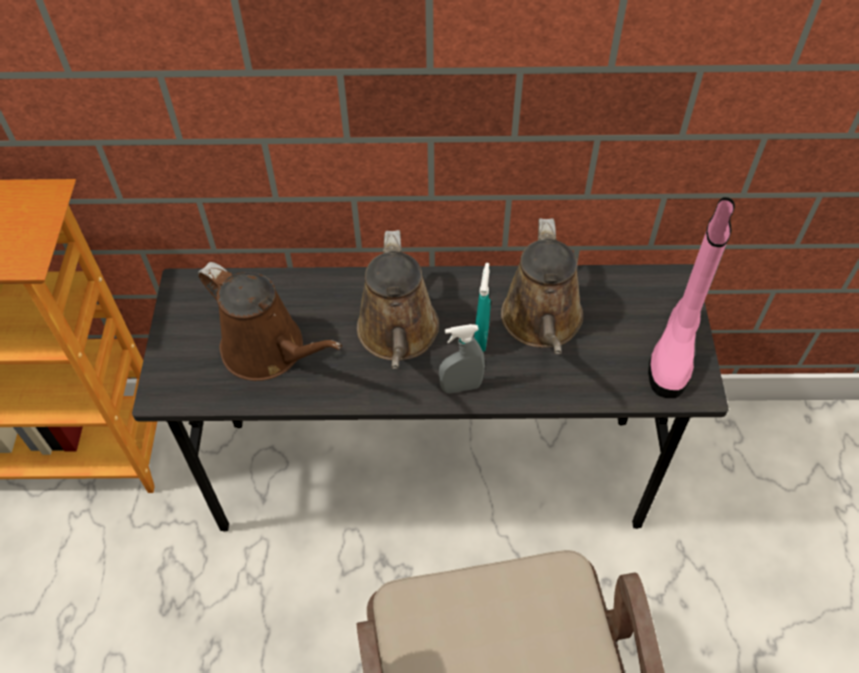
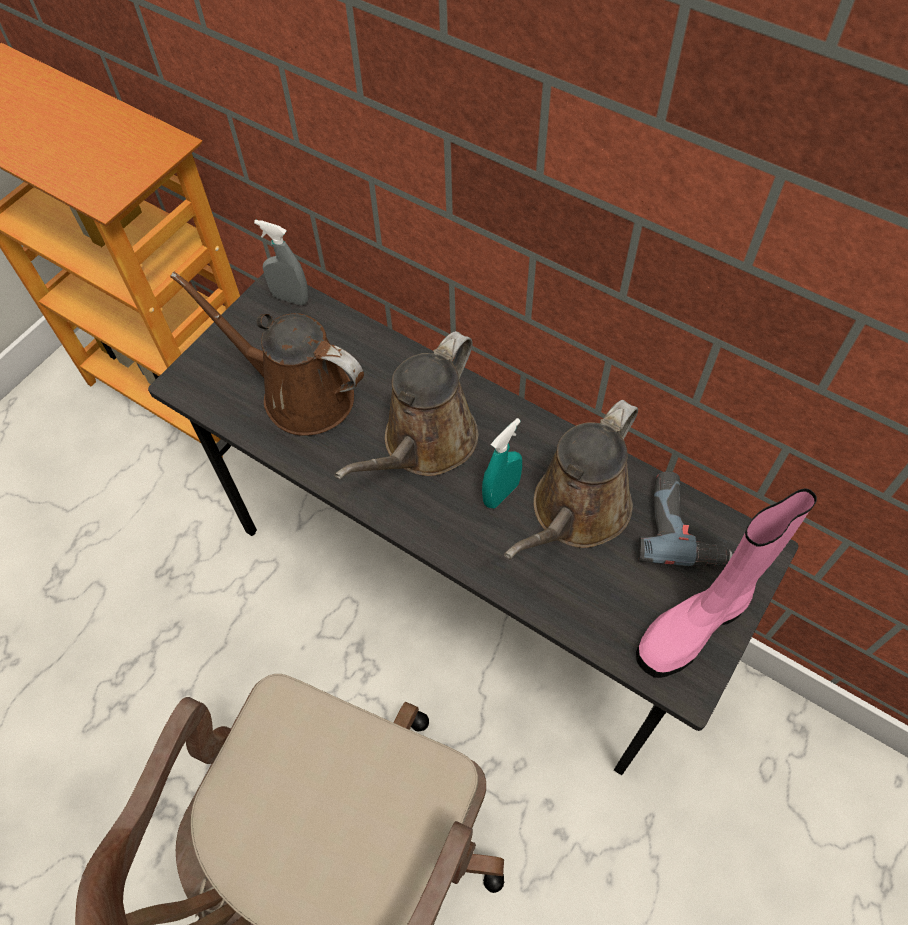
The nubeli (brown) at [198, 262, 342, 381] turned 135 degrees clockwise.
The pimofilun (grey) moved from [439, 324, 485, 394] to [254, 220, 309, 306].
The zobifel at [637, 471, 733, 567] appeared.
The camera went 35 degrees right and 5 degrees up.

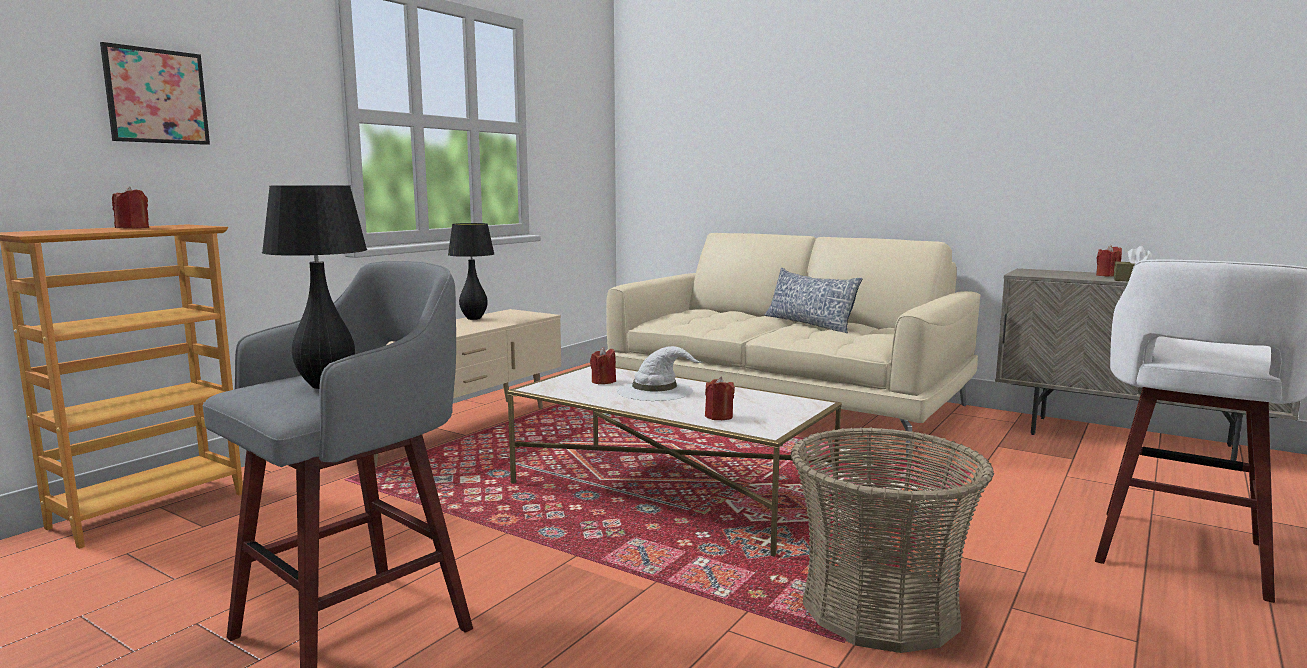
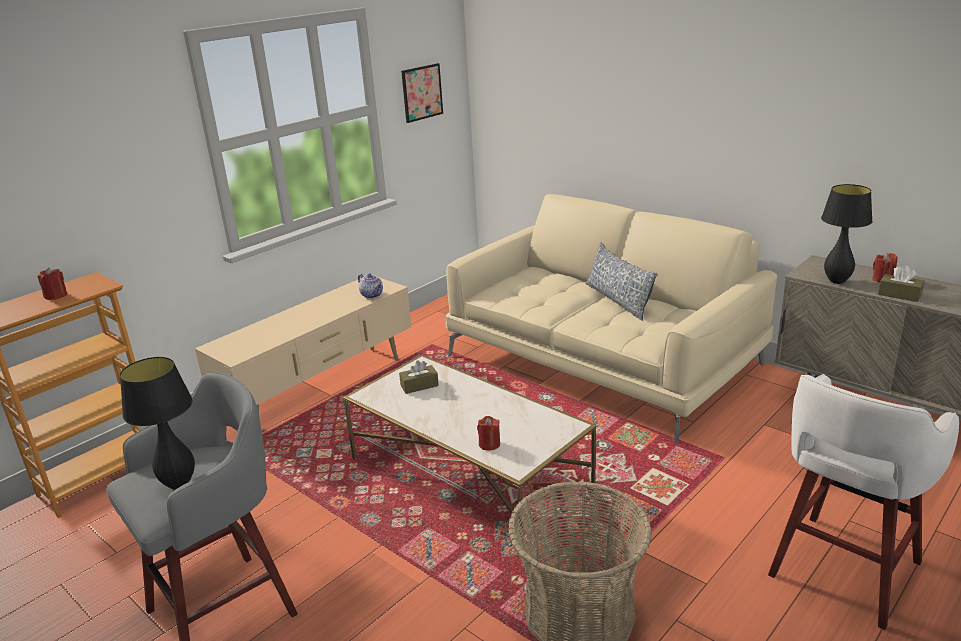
The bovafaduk moved from [100, 42, 210, 145] to [401, 63, 443, 123].
The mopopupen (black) moved from [448, 223, 494, 320] to [821, 184, 873, 284].
The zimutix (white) at [616, 346, 703, 401] disappeared.
The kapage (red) at [590, 347, 616, 384] was replaced by the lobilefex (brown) at [399, 360, 439, 394].
The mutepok at [358, 274, 383, 299] appeared.
The camera went 10 degrees right and 15 degrees up.

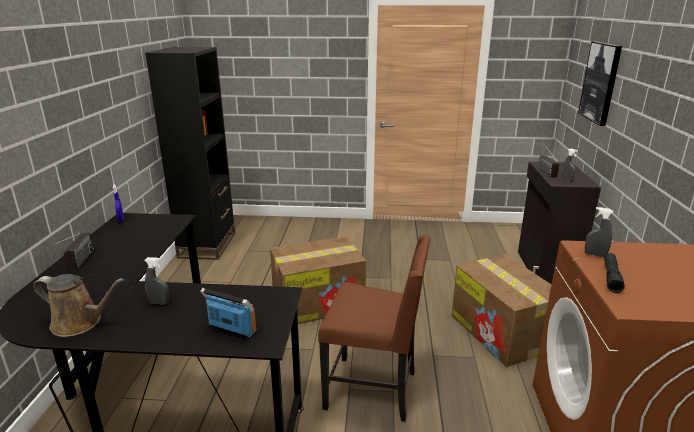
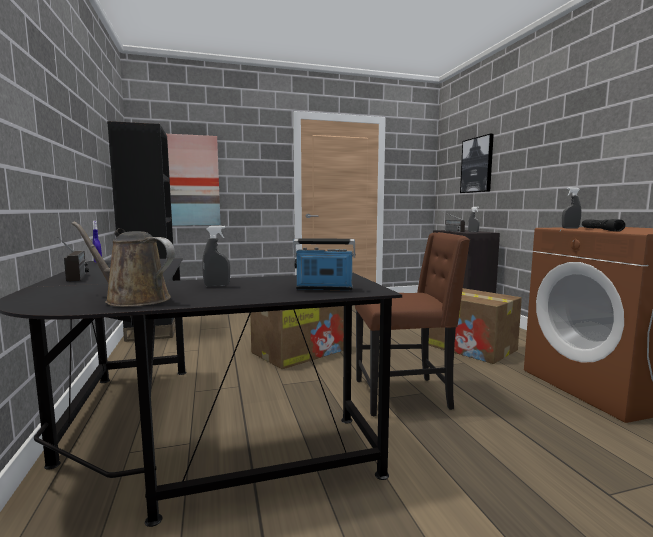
The nubeli (brown) at [33, 274, 124, 337] turned 150 degrees counterclockwise.
The bovafaduk at [166, 134, 221, 226] appeared.
The camera went 20 degrees left and 15 degrees down.

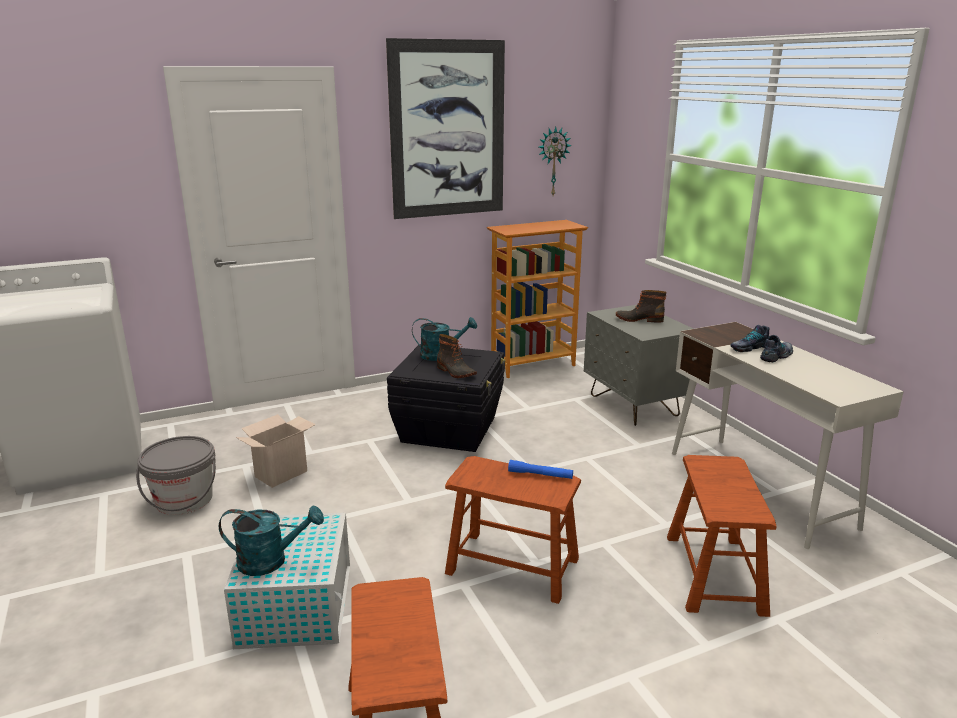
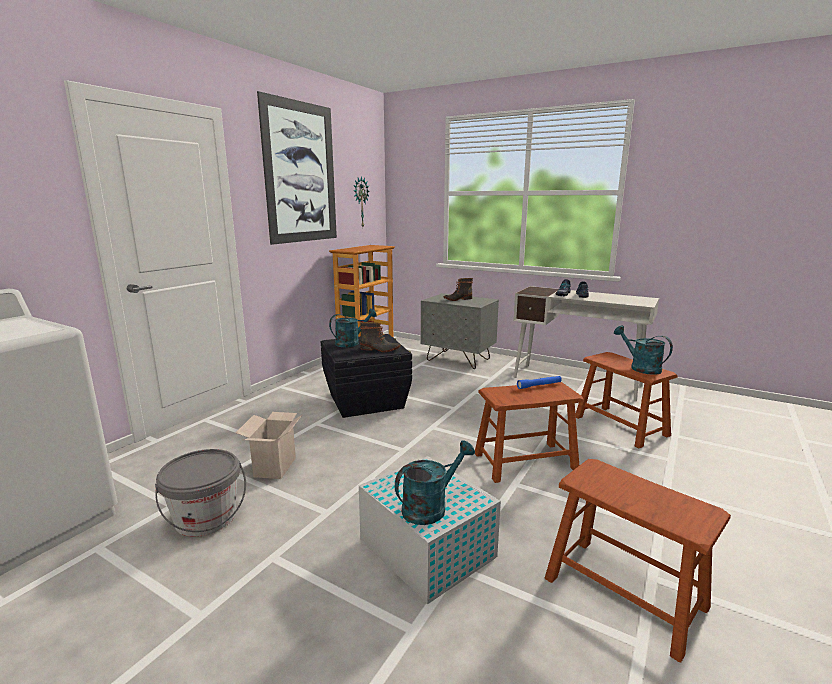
The nubeli (turquoise) at [614, 325, 673, 375] appeared.
The camera went 35 degrees left and 5 degrees down.

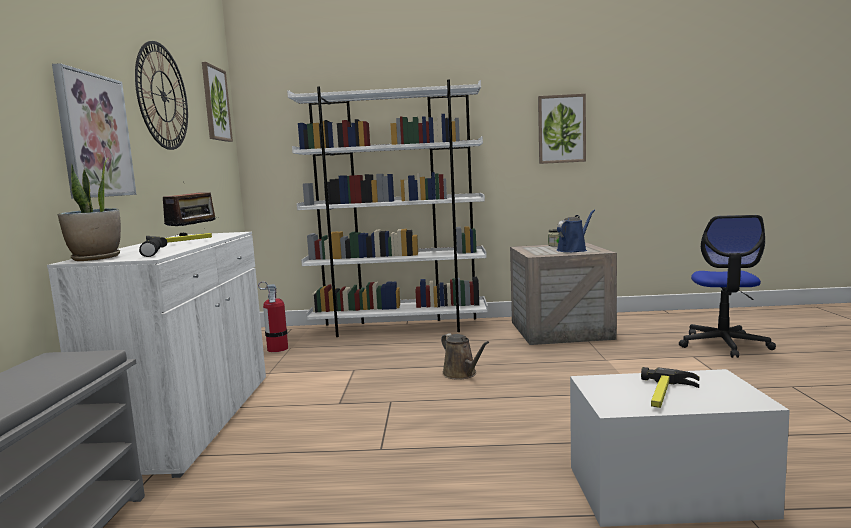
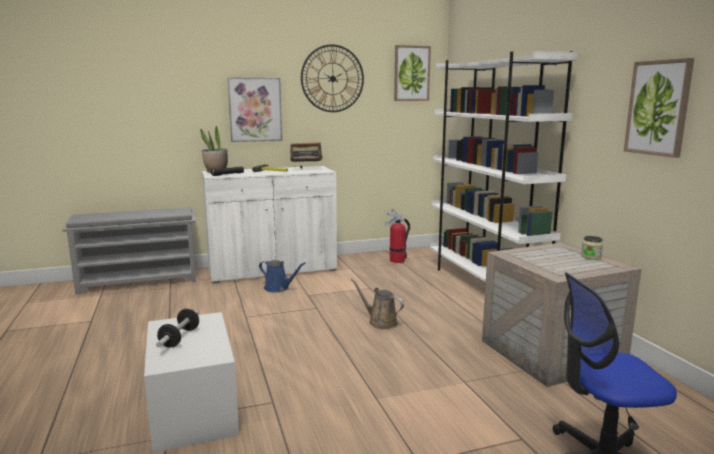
The nubeli (blue) moved from [556, 210, 595, 252] to [259, 260, 306, 293].
The nubeli (brown) at [441, 333, 489, 380] turned 90 degrees clockwise.
The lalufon at [641, 367, 699, 408] was replaced by the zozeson at [156, 309, 199, 347].
The camera went 70 degrees right and 5 degrees up.

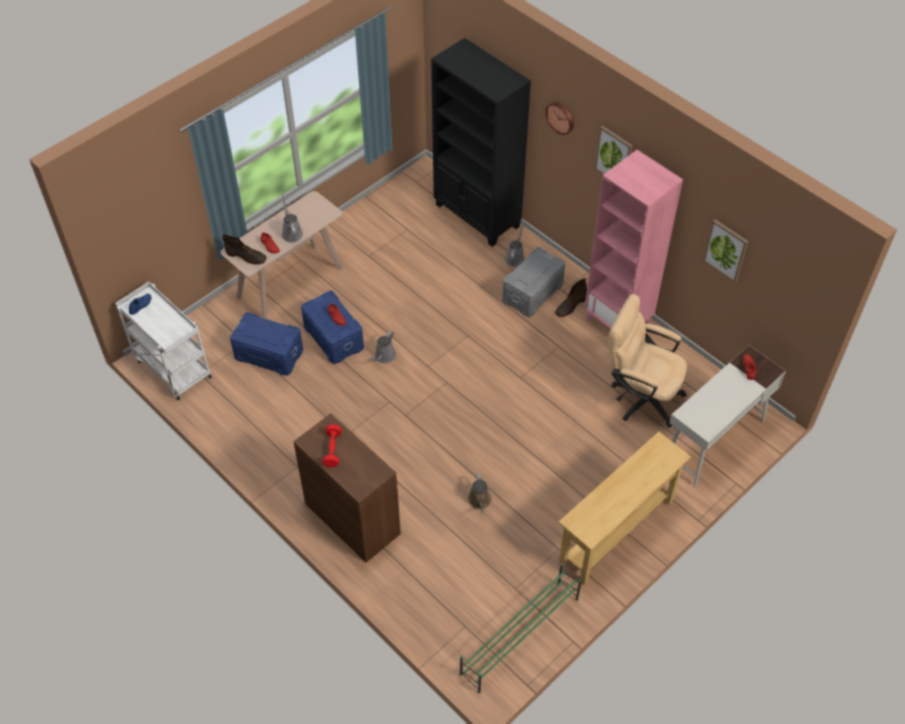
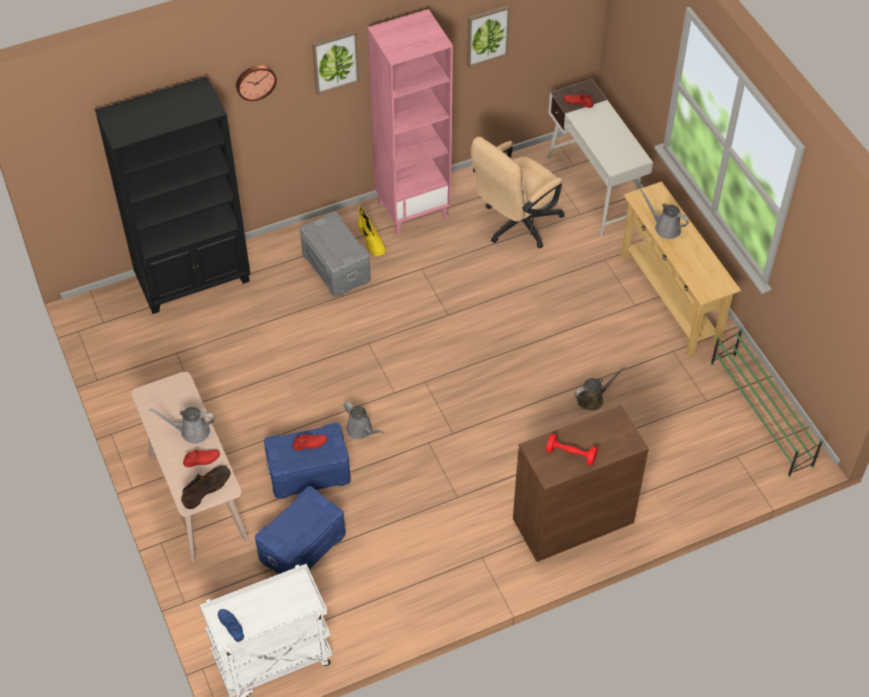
The nubeli (grey) moved from [505, 221, 525, 267] to [640, 190, 689, 239].
The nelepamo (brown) at [555, 278, 587, 317] became the nelepamo (yellow) at [358, 206, 386, 256].
The nubeli (brown) at [468, 473, 491, 514] turned 45 degrees counterclockwise.
The camera went 70 degrees left and 0 degrees up.

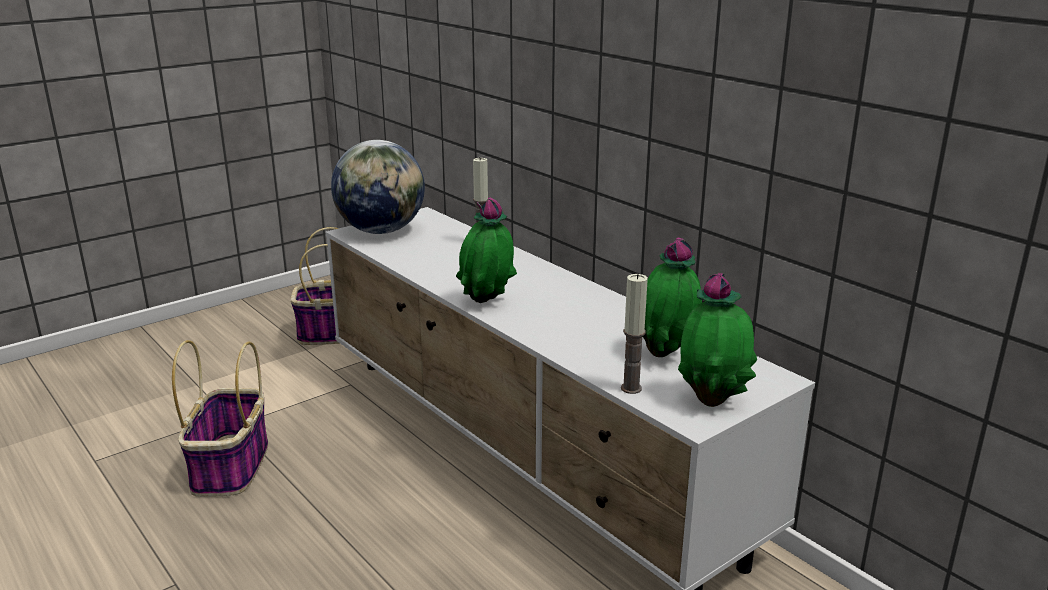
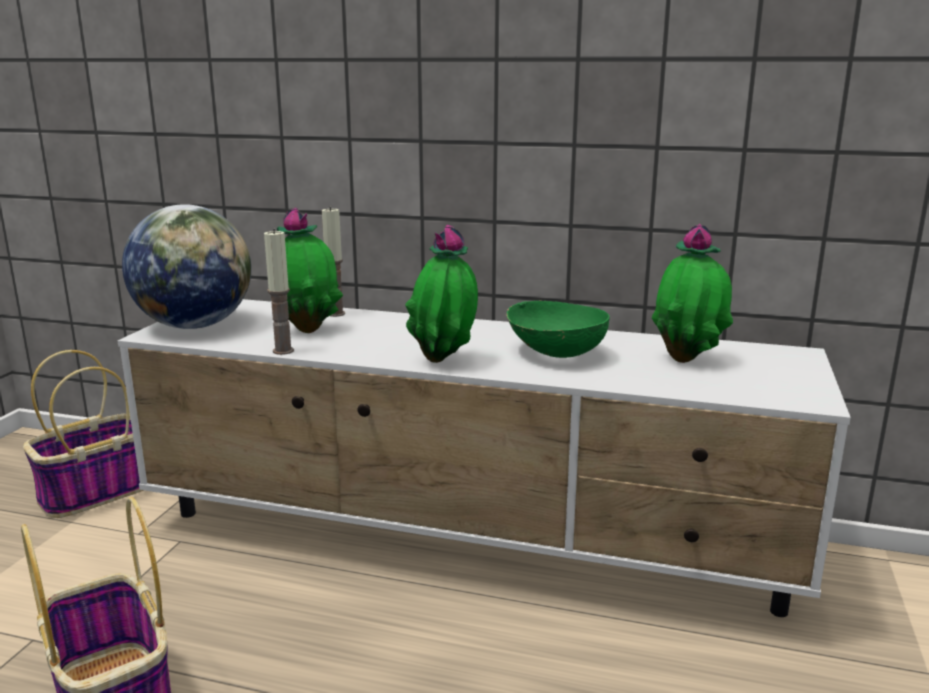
The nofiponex moved from [678, 273, 757, 407] to [277, 207, 343, 333].
The kapage moved from [621, 274, 648, 394] to [264, 229, 294, 355].
The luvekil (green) at [507, 301, 610, 358] appeared.
The camera went 35 degrees left and 5 degrees down.

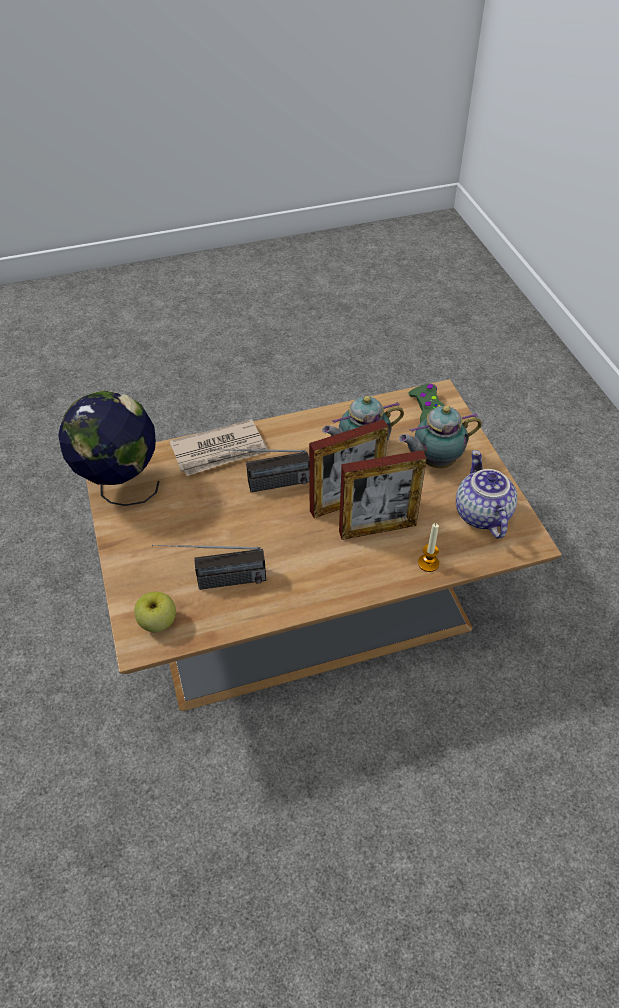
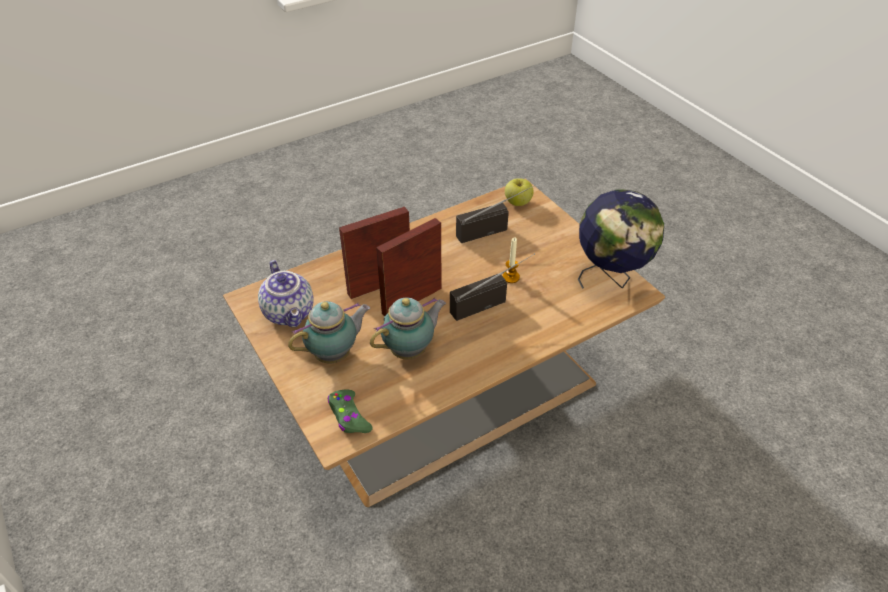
The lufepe at [169, 419, 268, 476] disappeared.
The kapage moved from [418, 523, 439, 572] to [502, 237, 520, 283].
The camera went 165 degrees right and 5 degrees down.

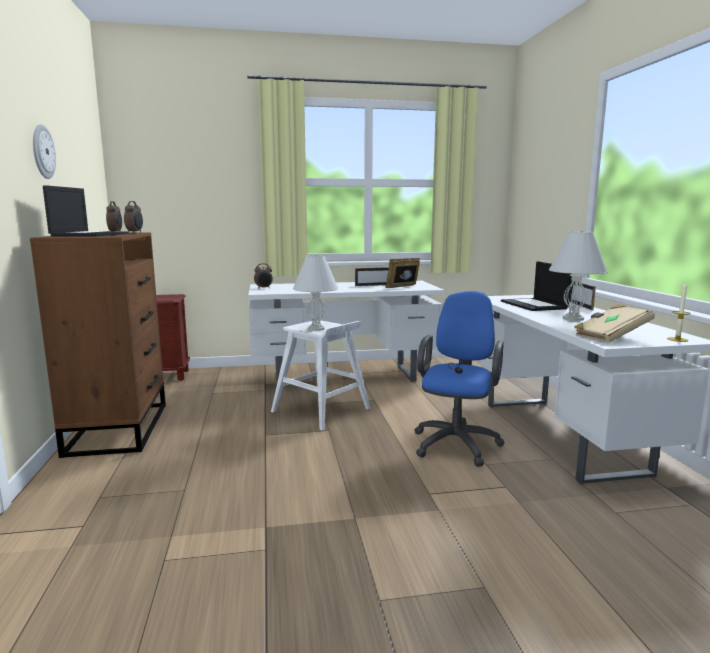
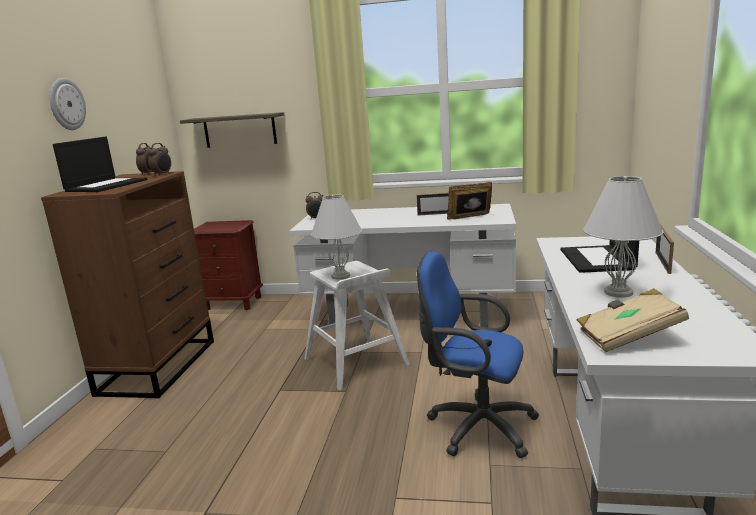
The kapage at [667, 281, 690, 342] disappeared.
The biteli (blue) at [414, 291, 505, 467] turned 105 degrees counterclockwise.
The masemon at [180, 112, 285, 148] appeared.
The camera went 20 degrees right and 5 degrees up.

